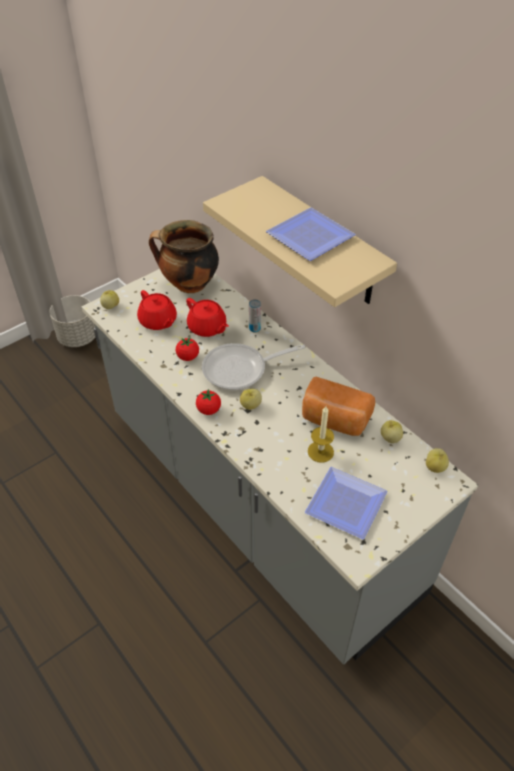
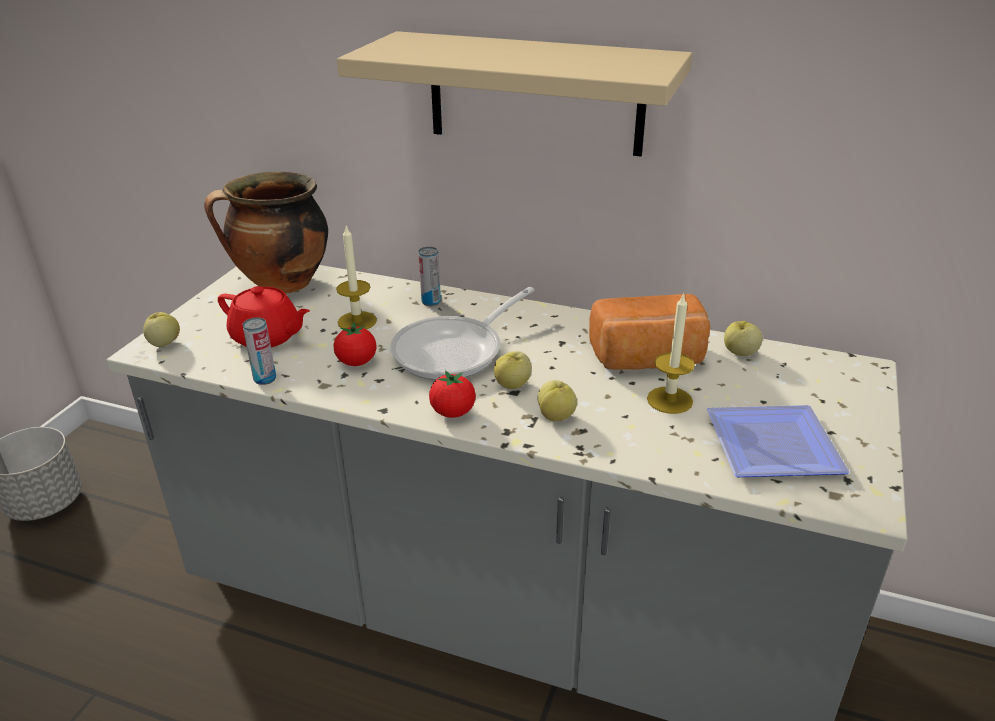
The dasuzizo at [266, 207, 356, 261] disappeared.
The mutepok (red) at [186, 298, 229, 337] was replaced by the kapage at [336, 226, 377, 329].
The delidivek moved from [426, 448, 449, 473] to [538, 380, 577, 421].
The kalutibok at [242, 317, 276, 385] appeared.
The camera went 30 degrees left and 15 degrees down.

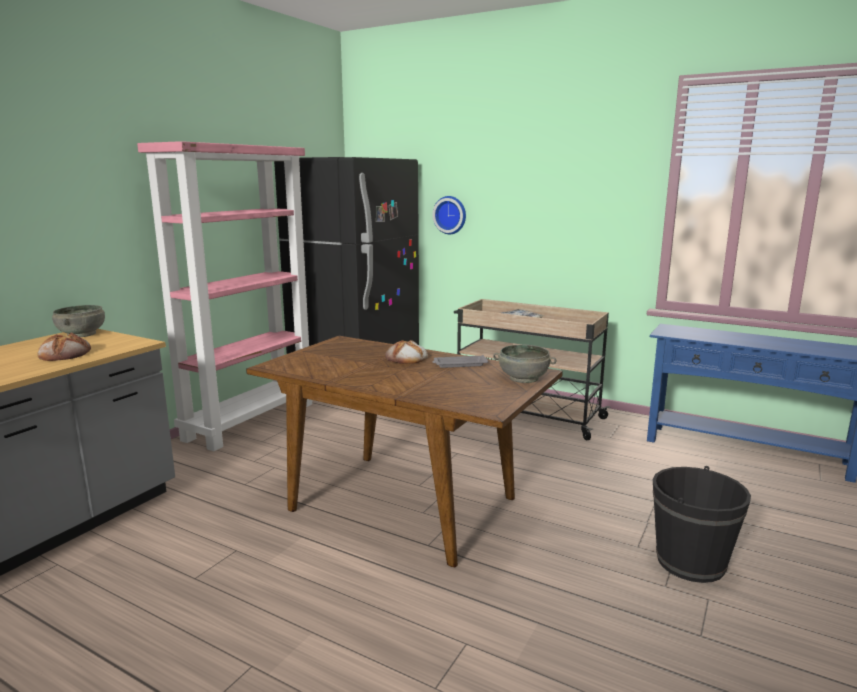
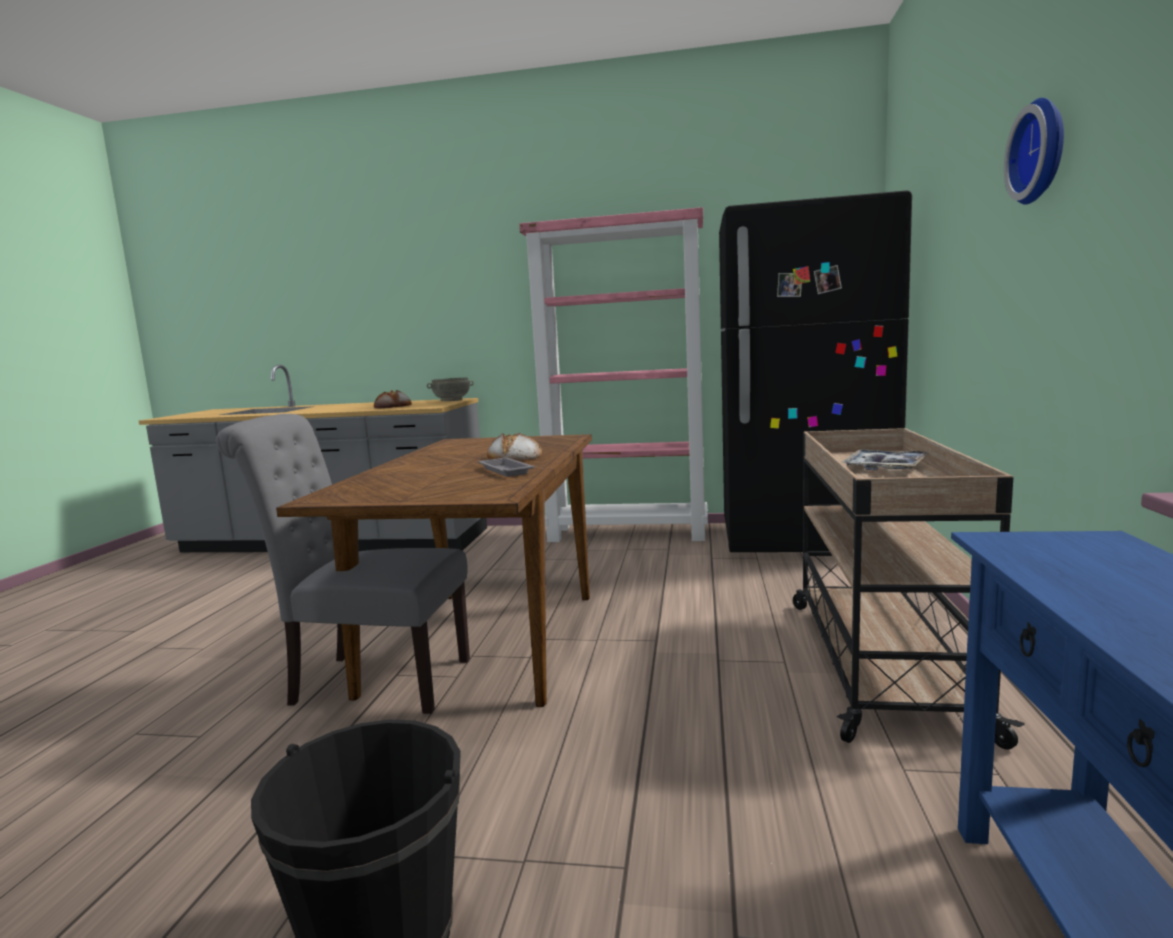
The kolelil moved from [433, 196, 466, 234] to [1004, 98, 1064, 205].
The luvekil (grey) at [493, 345, 556, 383] disappeared.
The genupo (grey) at [216, 414, 470, 714] appeared.
The camera went 70 degrees right and 5 degrees down.

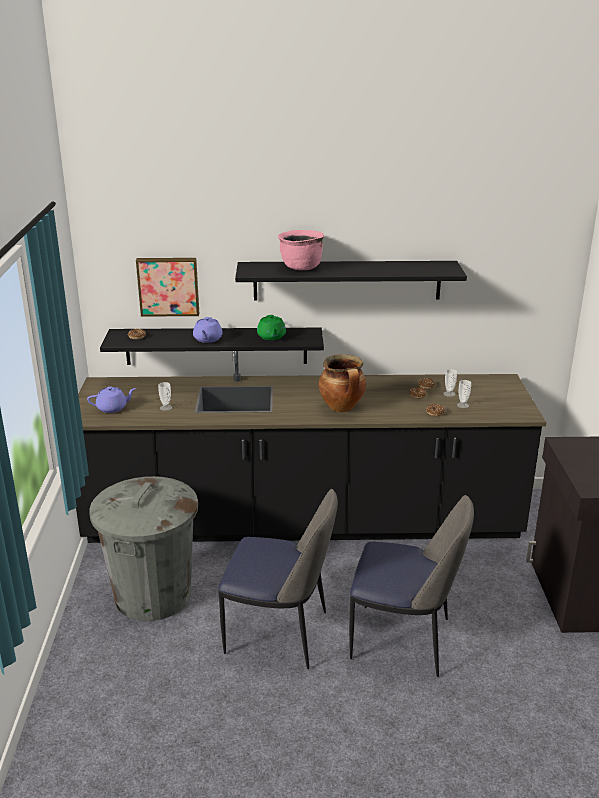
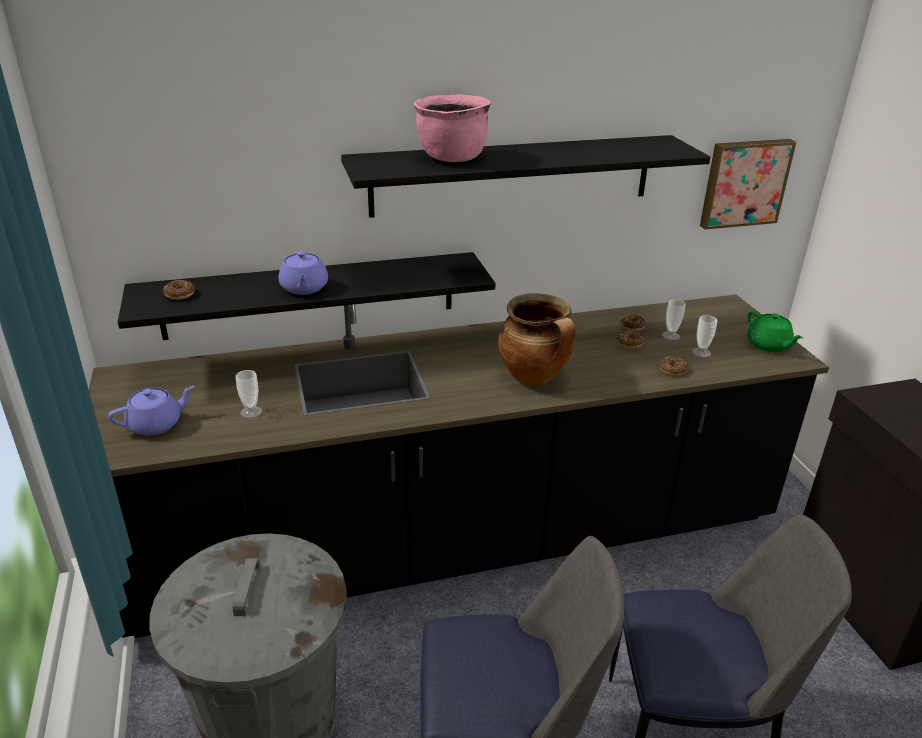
The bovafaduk moved from [136, 258, 199, 317] to [700, 139, 796, 230].
The mutepok (green) moved from [257, 315, 286, 340] to [747, 311, 803, 352].
The camera went 15 degrees left and 5 degrees up.

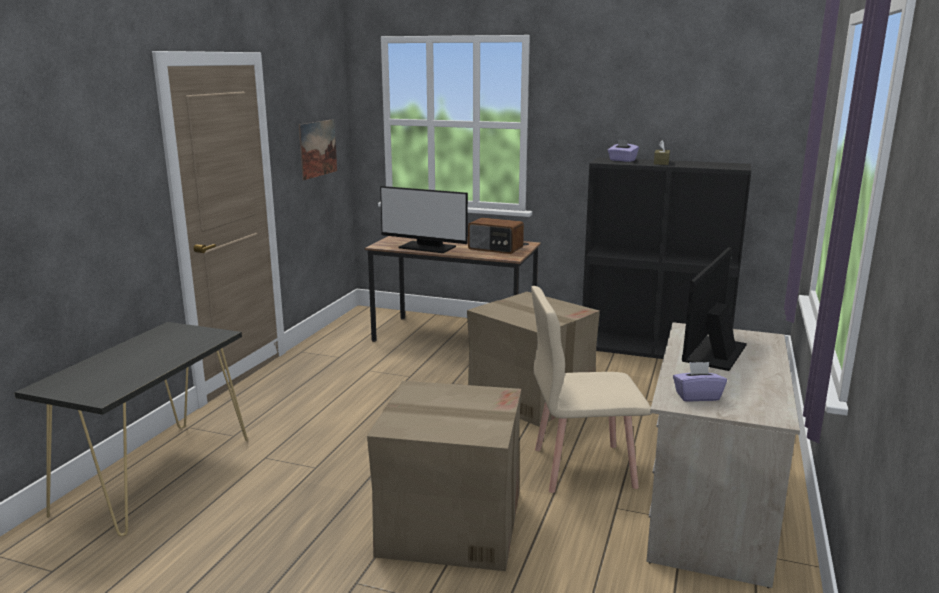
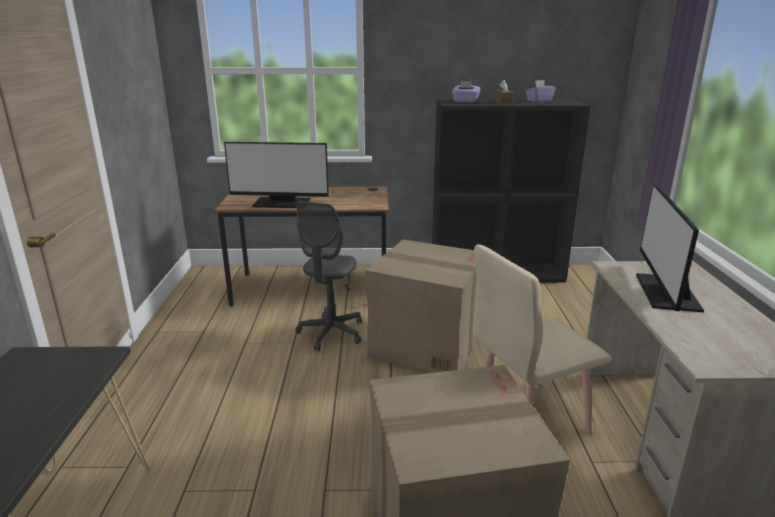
The bovafaduk at [299, 119, 337, 180] disappeared.
The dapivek at [468, 218, 524, 254] disappeared.
The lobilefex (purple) moved from [673, 362, 727, 402] to [526, 80, 556, 102].
The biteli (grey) at [295, 201, 362, 351] appeared.
The camera went 20 degrees left and 5 degrees up.

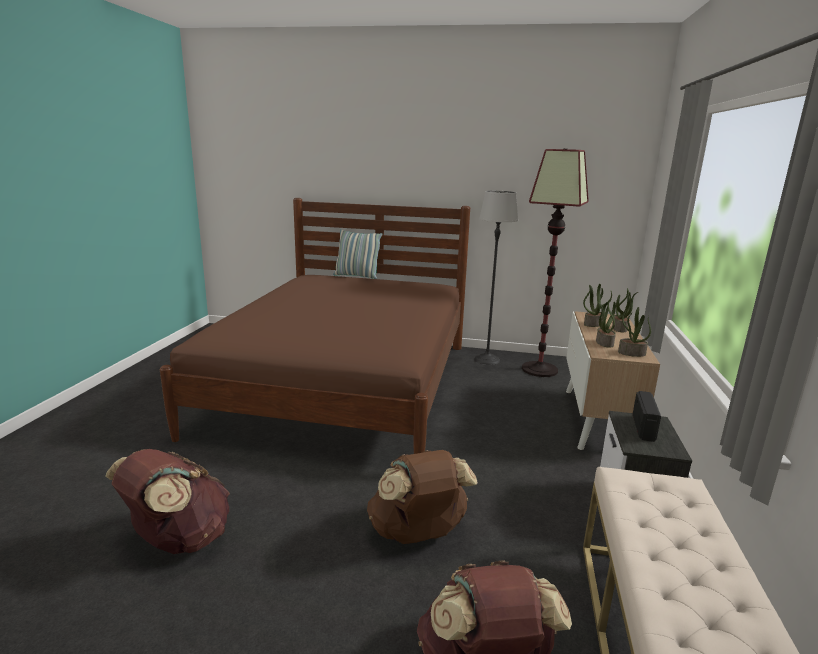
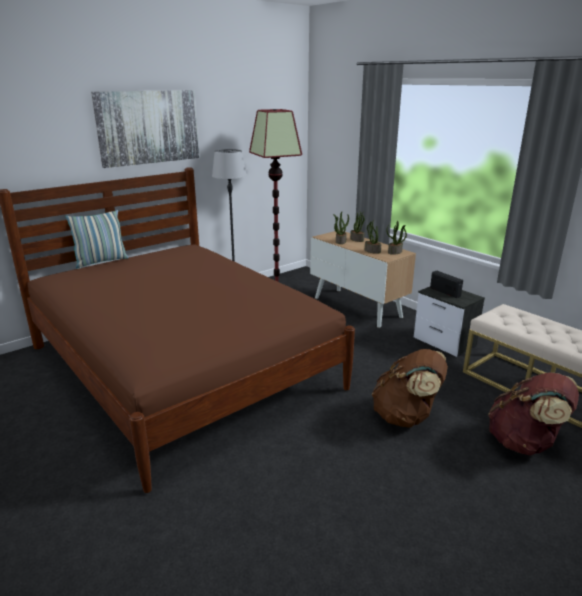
The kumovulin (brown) at [106, 449, 230, 554] disappeared.
The bovafaduk at [91, 90, 199, 168] appeared.
The camera went 50 degrees left and 5 degrees up.

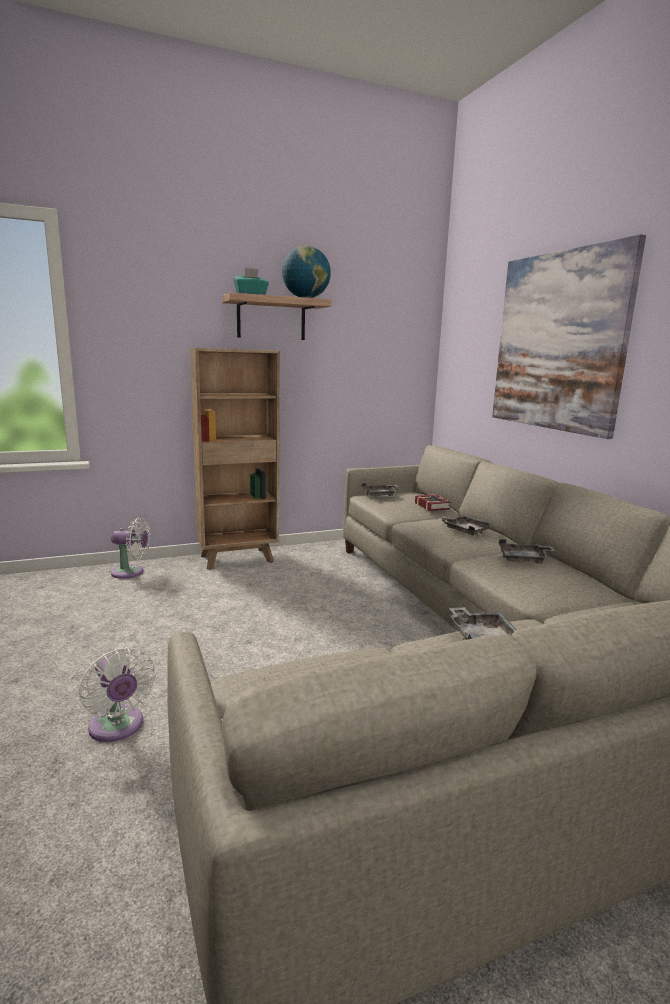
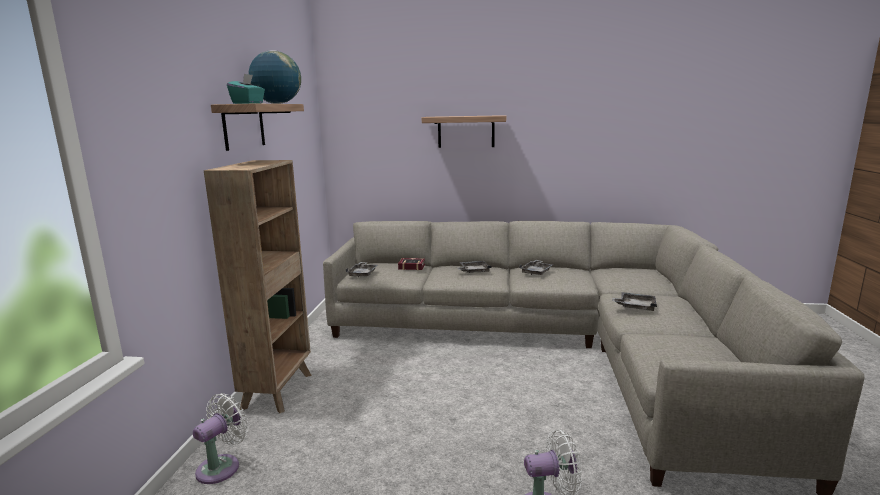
The bovafaduk at [492, 234, 646, 439] was replaced by the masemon at [422, 115, 506, 148].
The camera went 60 degrees left and 0 degrees up.

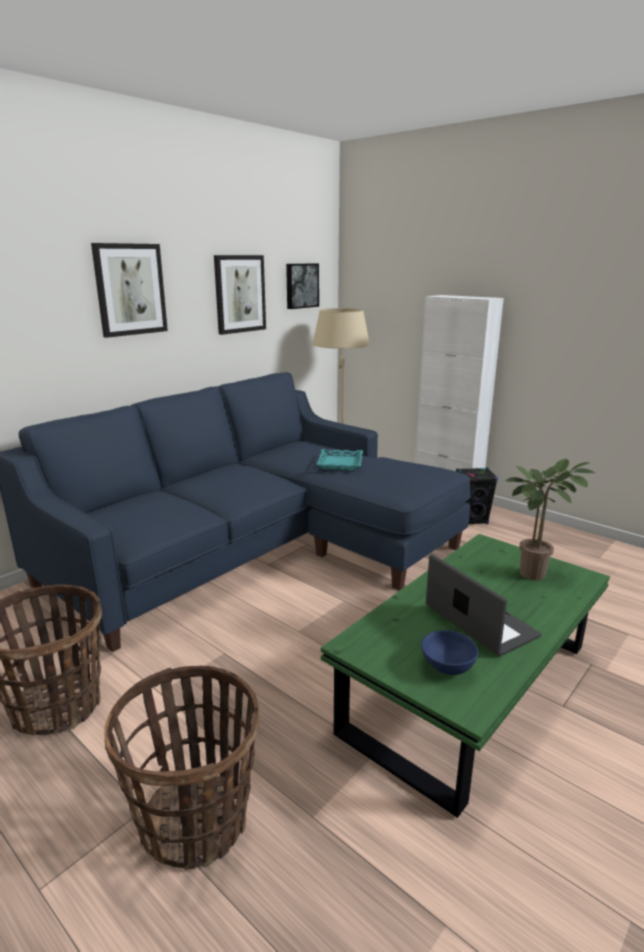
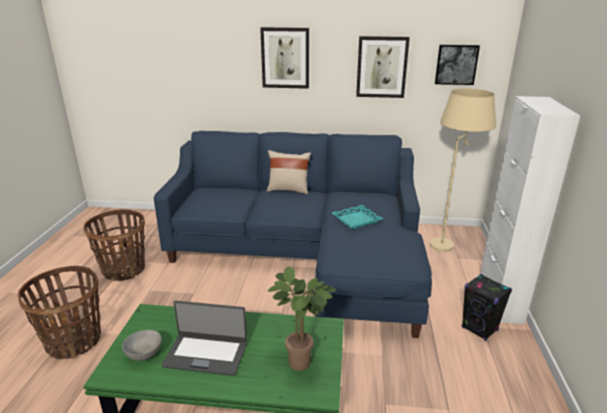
The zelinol at [426, 554, 541, 657] turned 75 degrees clockwise.
The luvekil (blue) at [421, 630, 478, 675] became the luvekil (grey) at [122, 330, 162, 361].
The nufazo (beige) at [267, 150, 311, 194] appeared.
The camera went 55 degrees right and 5 degrees up.

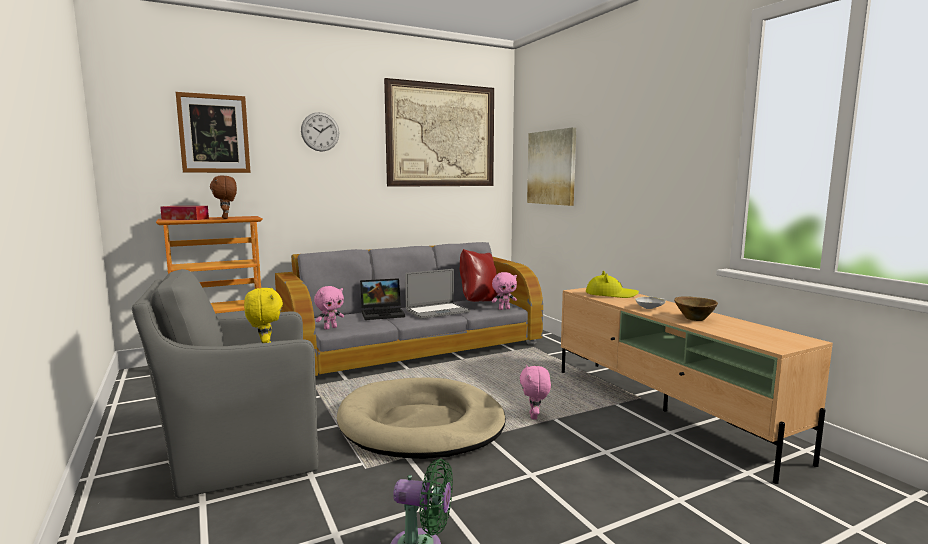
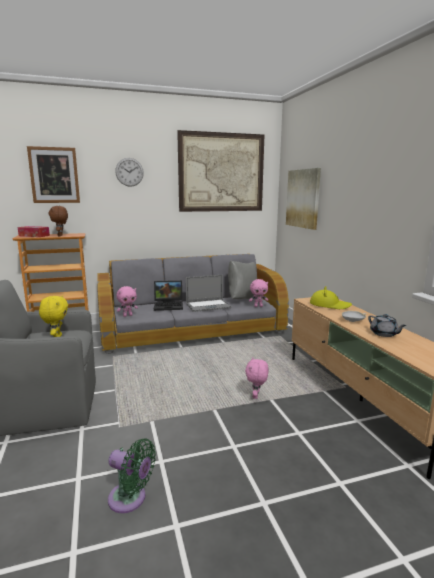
The nufazo (red) at [460, 249, 498, 302] became the nufazo (grey) at [228, 260, 257, 299].
The luvekil (brown) at [674, 296, 718, 321] was replaced by the mutepok (grey) at [368, 314, 406, 337].
The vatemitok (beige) at [337, 377, 506, 459] disappeared.
The camera went 10 degrees right and 5 degrees up.

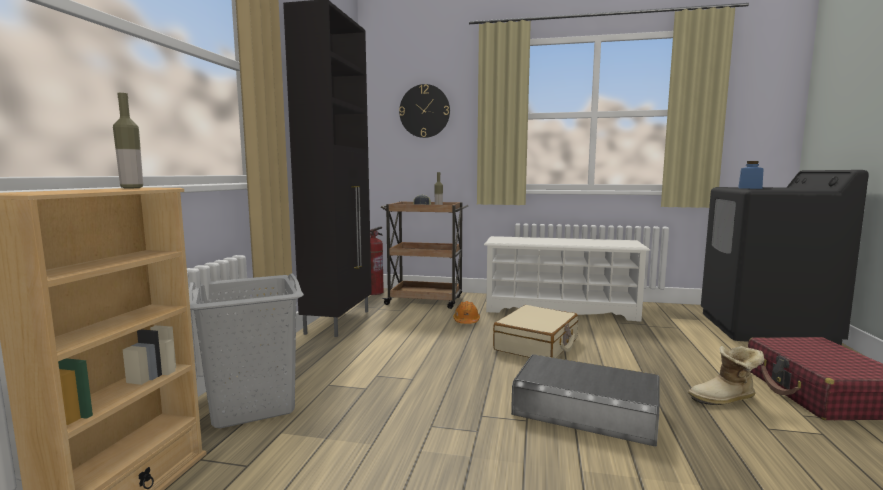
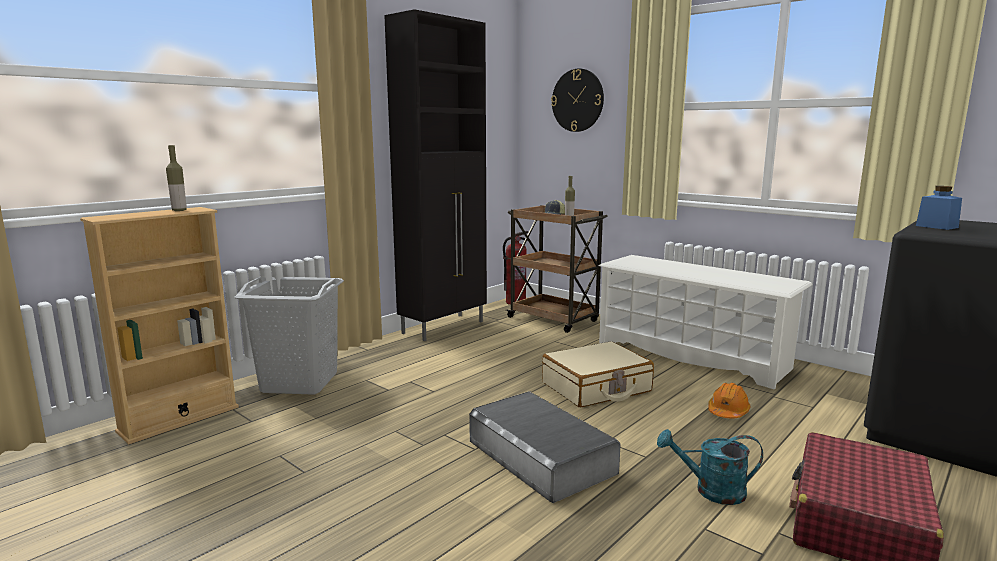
The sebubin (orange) moved from [453, 301, 480, 324] to [708, 383, 751, 419].
The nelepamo at [688, 346, 764, 405] was replaced by the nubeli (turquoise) at [657, 429, 763, 505].
The camera went 30 degrees right and 5 degrees up.

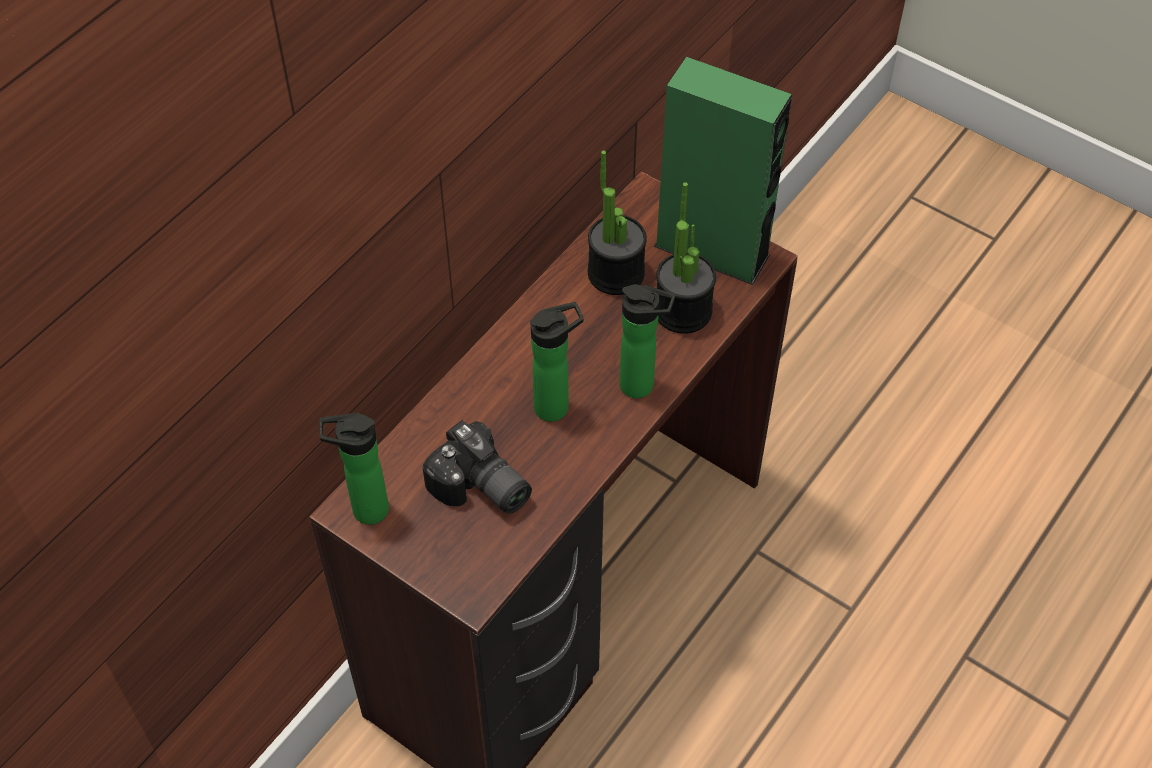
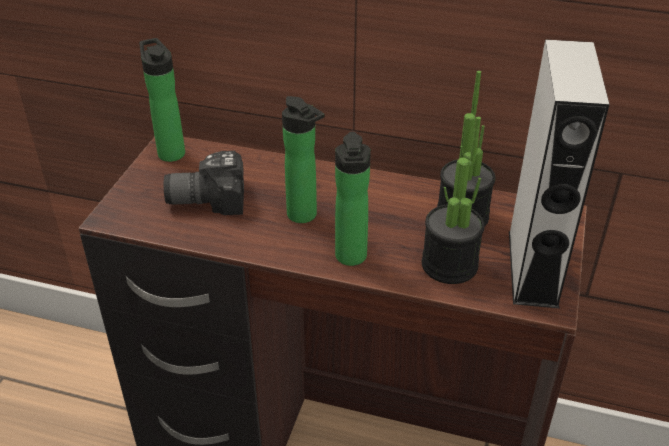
The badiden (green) at [654, 57, 792, 285] became the badiden (grey) at [509, 39, 610, 308].
The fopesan at [422, 420, 532, 514] turned 60 degrees clockwise.
The camera went 70 degrees right and 15 degrees down.

